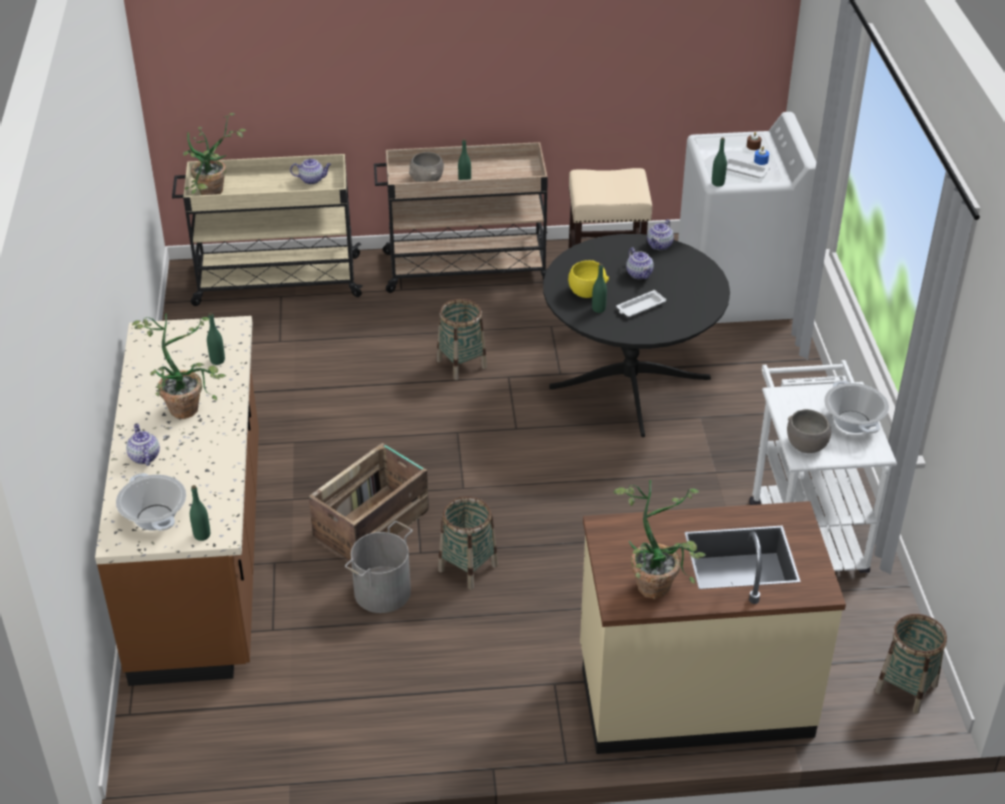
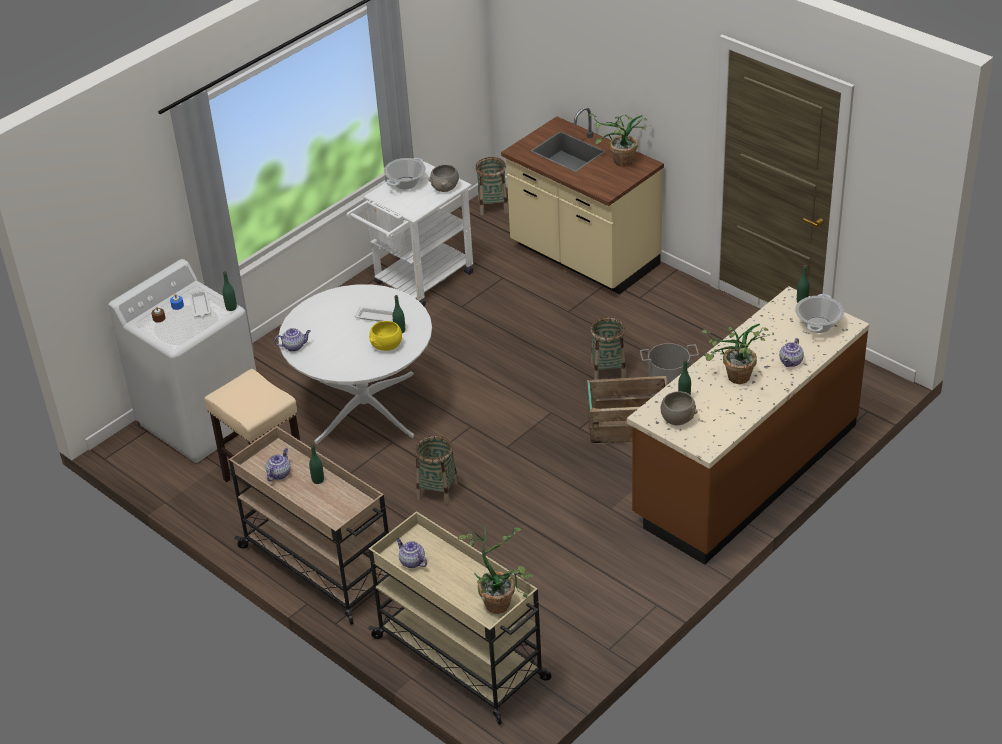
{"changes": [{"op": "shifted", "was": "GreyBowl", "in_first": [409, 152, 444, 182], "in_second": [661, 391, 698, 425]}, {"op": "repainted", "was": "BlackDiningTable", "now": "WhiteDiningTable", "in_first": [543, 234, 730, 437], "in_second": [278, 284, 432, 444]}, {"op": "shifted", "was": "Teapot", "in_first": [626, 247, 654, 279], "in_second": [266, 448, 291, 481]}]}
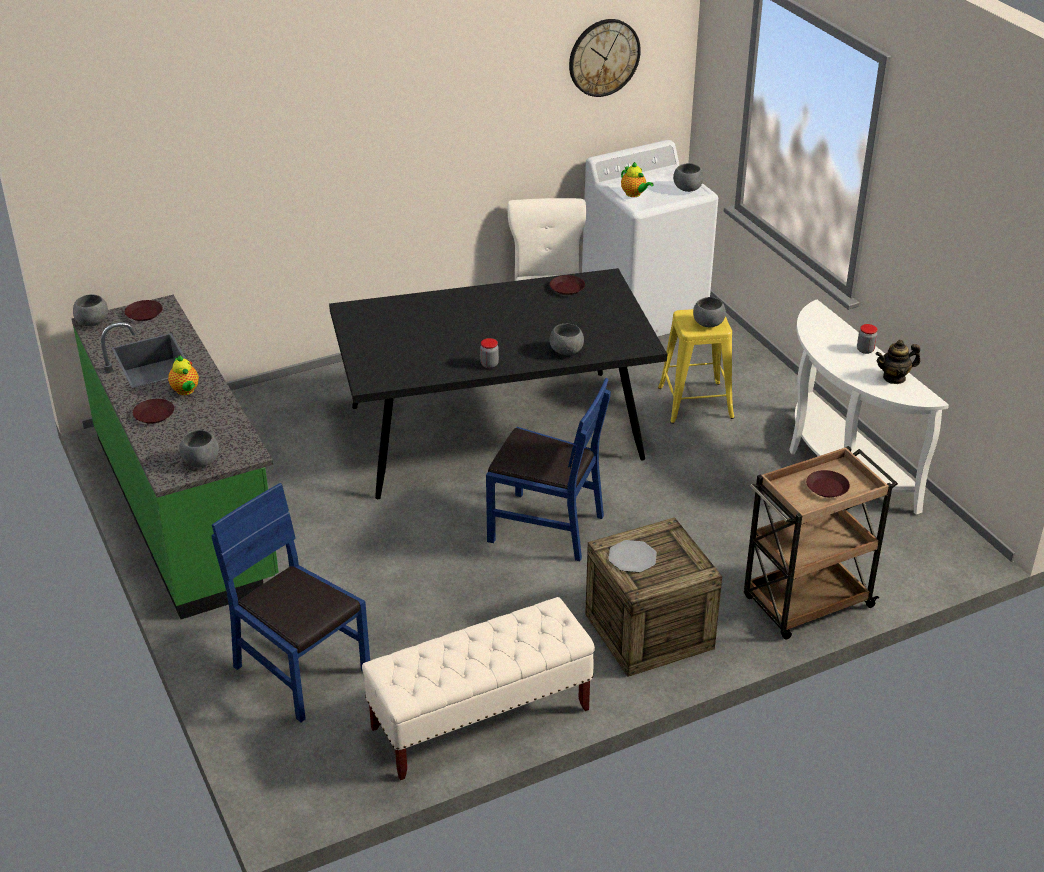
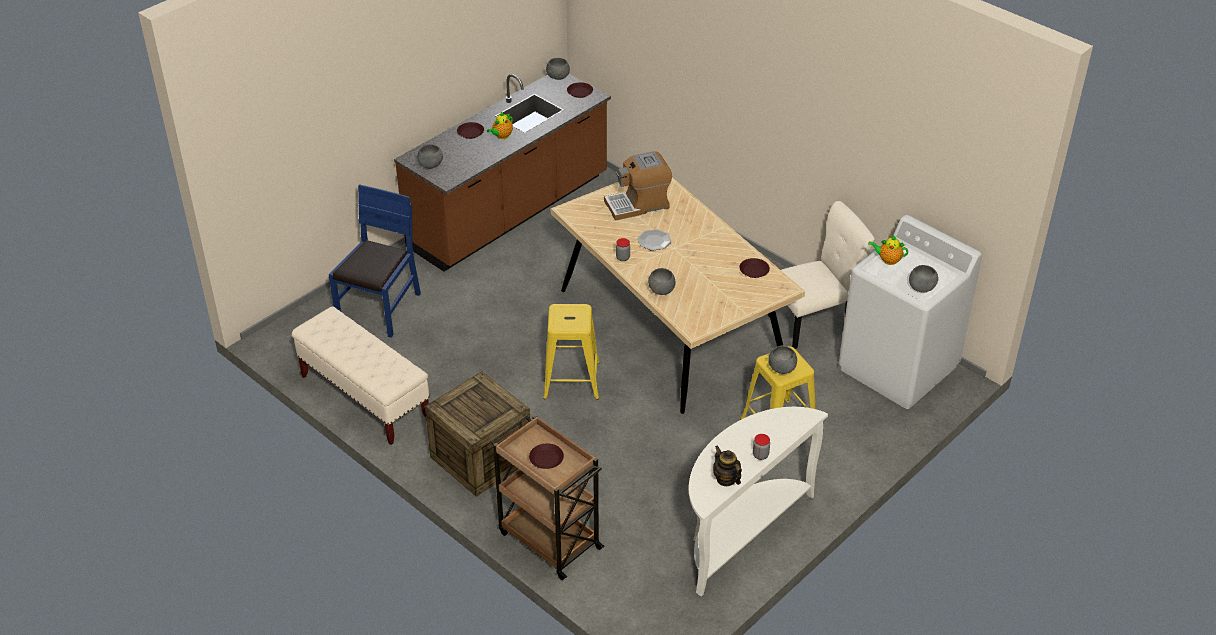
{"changes": [{"op": "gone", "was": "WallClock", "in_first": [569, 19, 641, 97]}, {"op": "rotated", "was": "Teapot", "in_first": [621, 162, 654, 197], "in_second": [868, 235, 908, 265], "clockwise": 75}, {"op": "repainted", "was": "BlackDiningTable", "now": "BeigeDiningTable", "in_first": [329, 268, 667, 499], "in_second": [551, 177, 805, 414]}, {"op": "repainted", "was": "GreenCounter", "now": "BrownCounter", "in_first": [71, 295, 279, 619], "in_second": [394, 74, 611, 272]}, {"op": "swapped", "was": "BlueChair", "now": "YellowStool", "in_first": [486, 378, 611, 561], "in_second": [543, 304, 600, 400]}, {"op": "shifted", "was": "Plate", "in_first": [608, 540, 657, 572], "in_second": [637, 229, 671, 251]}, {"op": "new", "now": "CoffeeMachine", "in_second": [604, 151, 672, 221]}]}
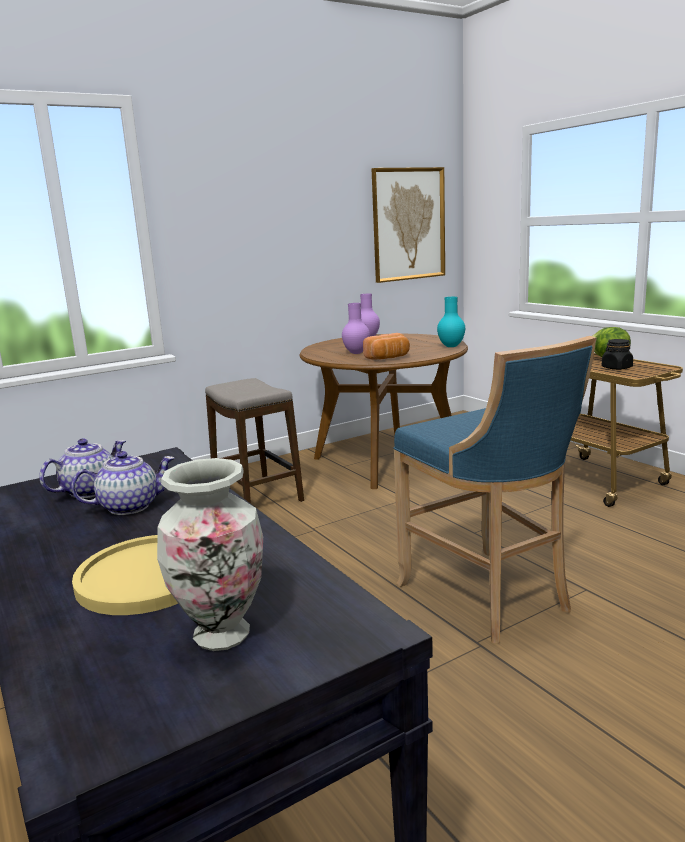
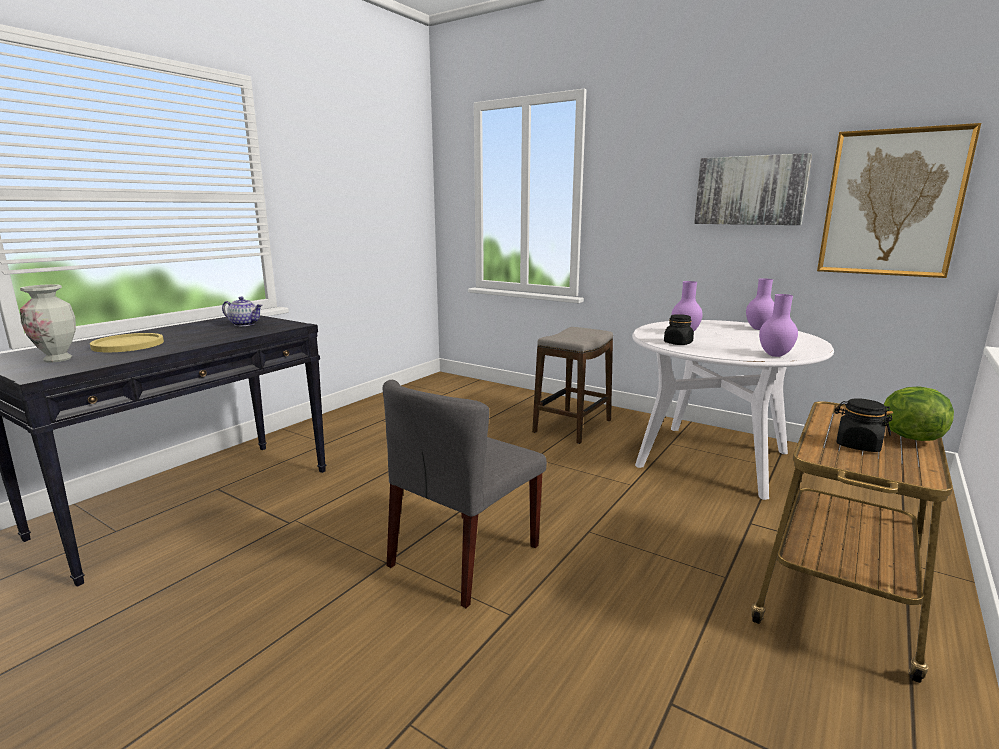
{"changes": [{"op": "repainted", "was": "TurquoiseVase", "now": "PurpleVase", "in_first": [437, 297, 465, 347], "in_second": [759, 294, 798, 357]}, {"op": "swapped", "was": "Bread", "now": "BlackJar", "in_first": [363, 333, 410, 360], "in_second": [664, 314, 694, 345]}, {"op": "repainted", "was": "BrownDiningTable", "now": "WhiteDiningTable", "in_first": [300, 334, 468, 489], "in_second": [632, 320, 834, 500]}, {"op": "swapped", "was": "BlueStool", "now": "GreyChair", "in_first": [393, 336, 597, 643], "in_second": [383, 380, 547, 608]}, {"op": "gone", "was": "Teapot", "in_first": [71, 451, 175, 515]}, {"op": "new", "now": "Picture", "in_second": [694, 153, 812, 225]}]}
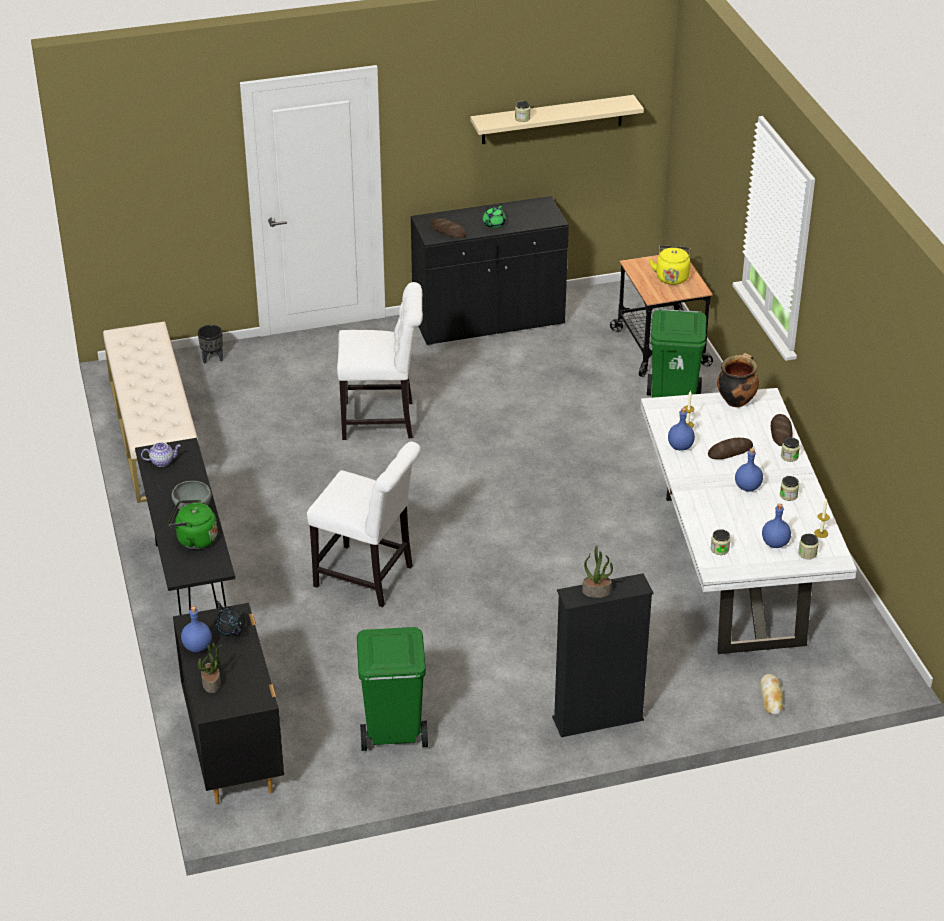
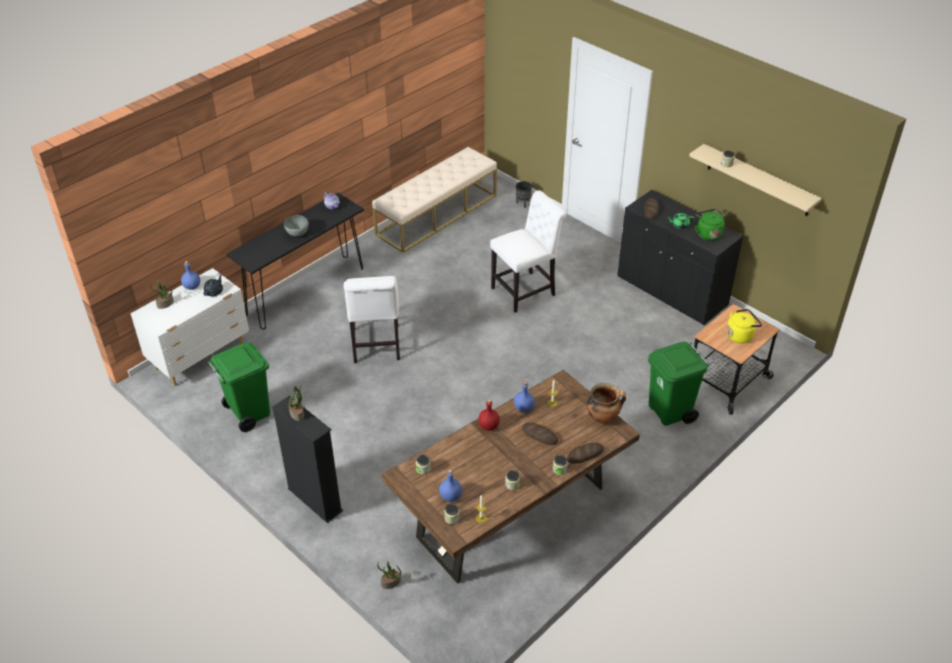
{"changes": [{"op": "rotated", "was": "WhiteChair", "in_first": [337, 282, 423, 440], "in_second": [490, 190, 567, 313], "clockwise": -90}, {"op": "repainted", "was": "WhiteDiningTable", "now": "BrownDiningTable", "in_first": [640, 388, 857, 654], "in_second": [382, 370, 640, 584]}, {"op": "gone", "was": "BlueBottle", "in_first": [735, 448, 763, 492]}, {"op": "shifted", "was": "GreenKettle", "in_first": [168, 499, 217, 549], "in_second": [695, 209, 725, 241]}, {"op": "repainted", "was": "BlackDresser", "now": "WhiteDresser", "in_first": [173, 603, 284, 804], "in_second": [130, 268, 249, 386]}, {"op": "swapped", "was": "Bread", "now": "PottedPlant", "in_first": [760, 674, 783, 715], "in_second": [377, 561, 401, 589]}, {"op": "new", "now": "RedBottle", "in_second": [478, 400, 500, 431]}]}
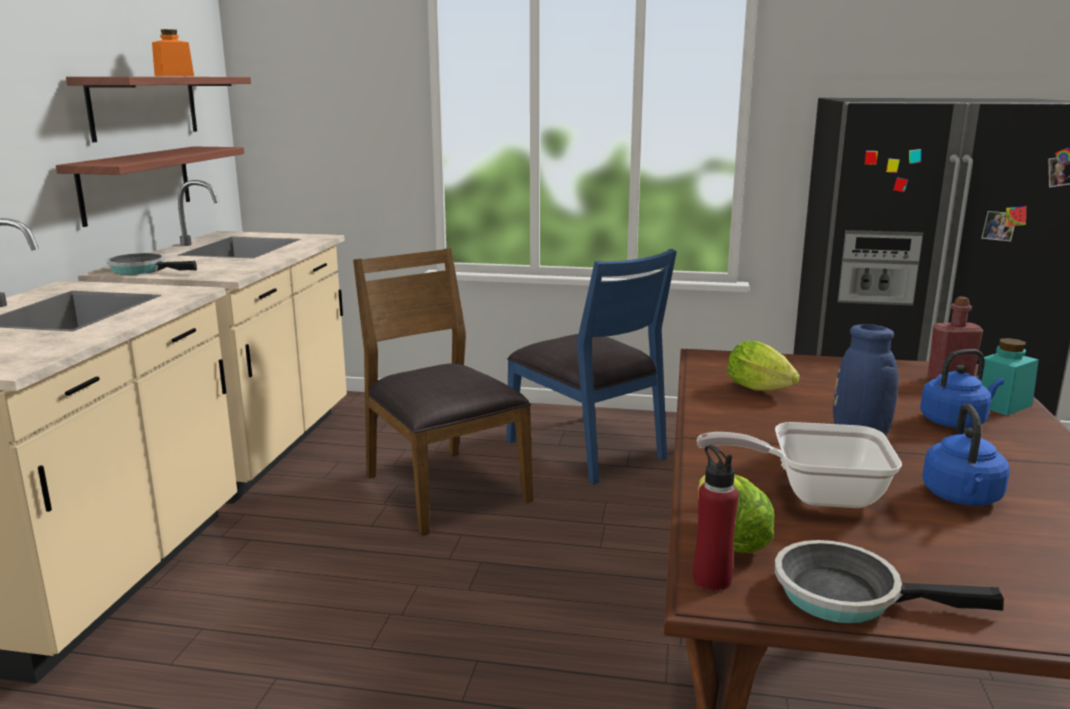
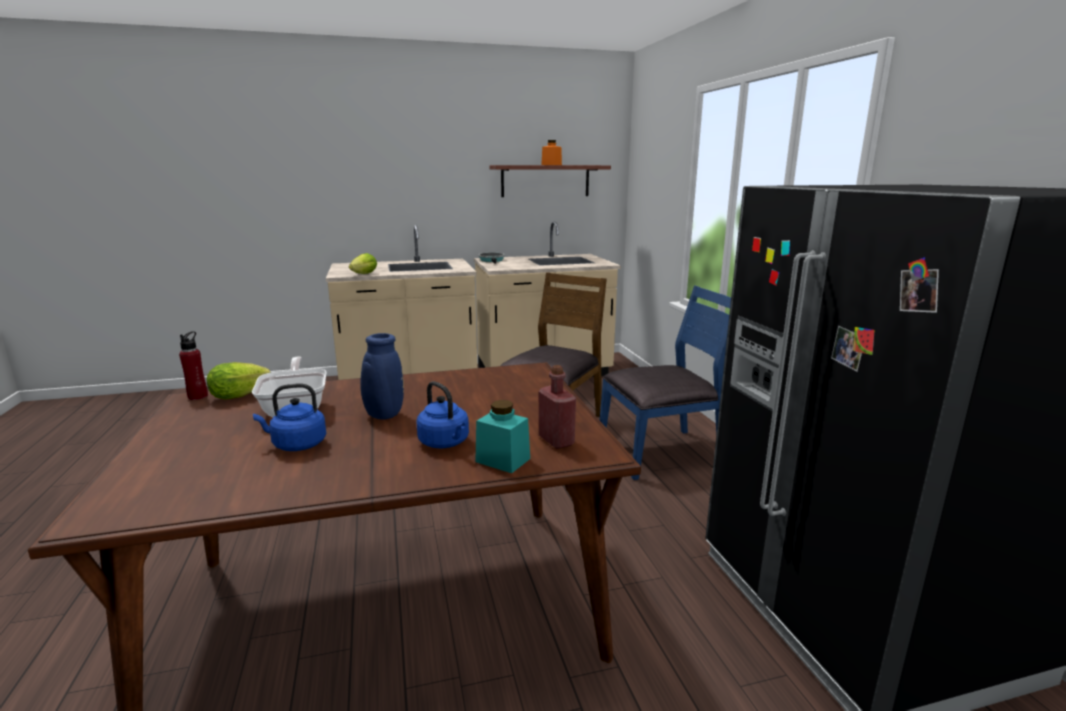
{"changes": [{"op": "gone", "was": "Shelf", "in_first": [56, 147, 244, 227]}, {"op": "rotated", "was": "BlueChair", "in_first": [507, 249, 677, 485], "in_second": [600, 285, 731, 480], "clockwise": -135}, {"op": "shifted", "was": "Lettuce", "in_first": [727, 341, 800, 391], "in_second": [349, 253, 377, 274]}, {"op": "gone", "was": "FryingPan", "in_first": [774, 540, 1004, 624]}]}
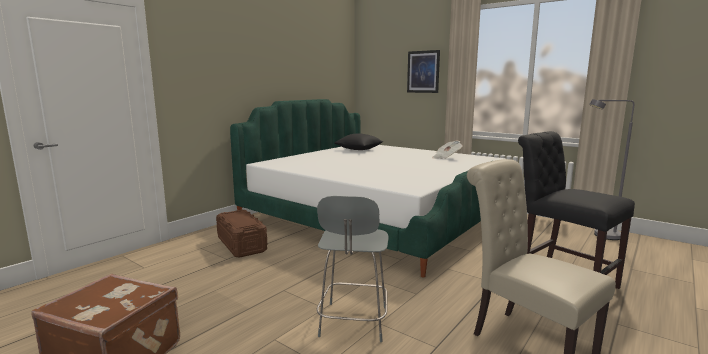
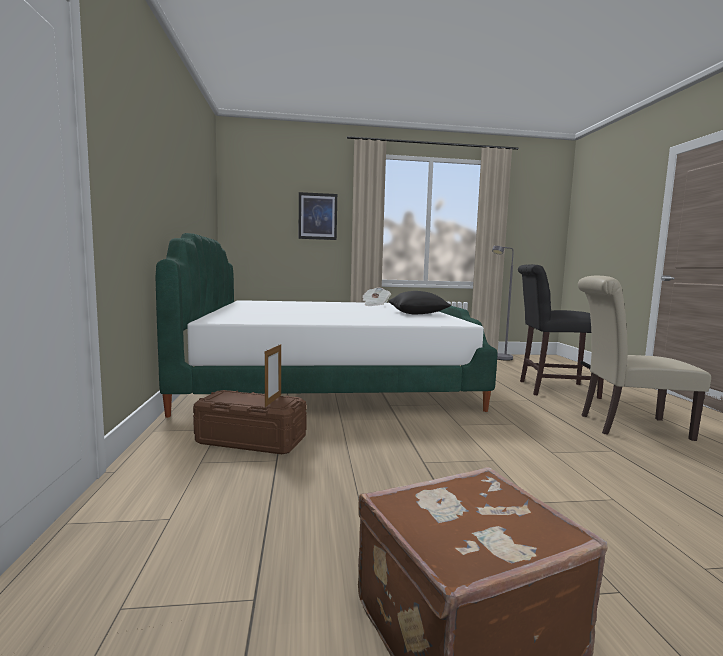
{"changes": [{"op": "shifted", "was": "BlackPillow", "in_first": [334, 133, 383, 150], "in_second": [388, 291, 451, 315]}, {"op": "gone", "was": "GreyChair", "in_first": [317, 196, 389, 342]}, {"op": "new", "now": "PictureFrame", "in_second": [265, 343, 281, 407]}]}
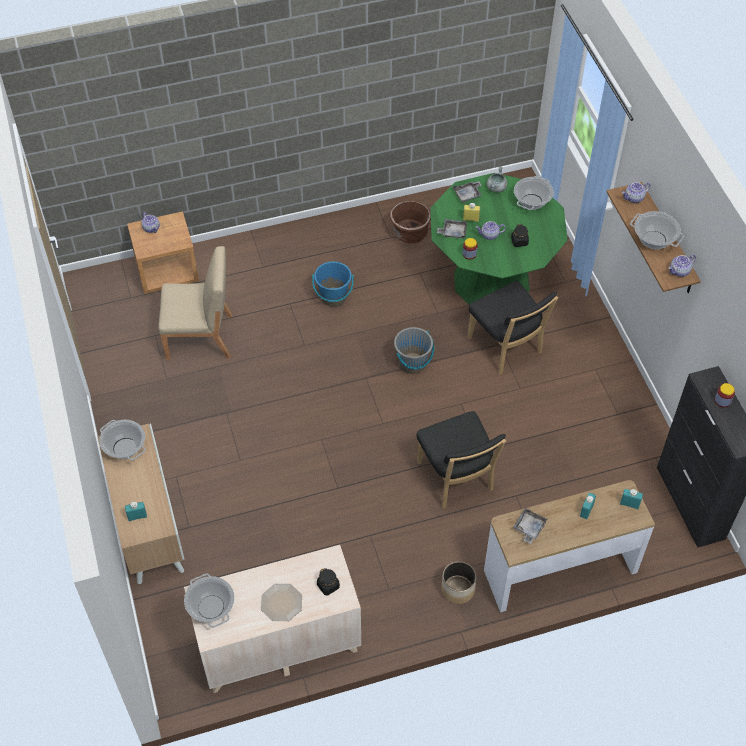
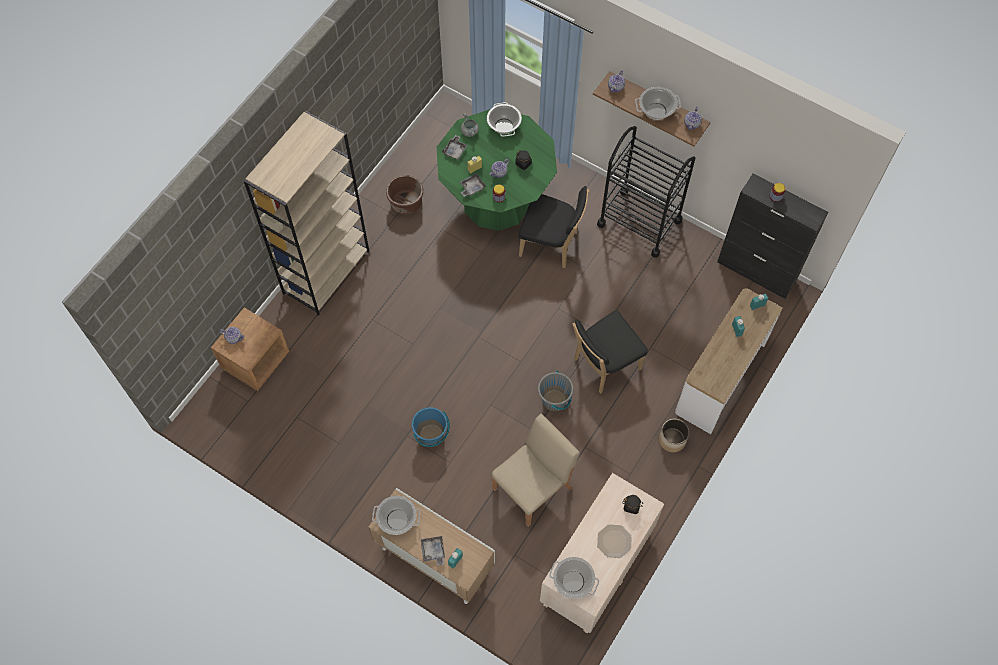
{"changes": [{"op": "shifted", "was": "BeigeChair", "in_first": [158, 246, 232, 360], "in_second": [491, 414, 580, 527]}, {"op": "shifted", "was": "BlueBucket", "in_first": [312, 261, 354, 307], "in_second": [412, 407, 450, 447]}, {"op": "shifted", "was": "GreyBucket", "in_first": [394, 327, 434, 374], "in_second": [538, 371, 573, 412]}, {"op": "rotated", "was": "BlackChair", "in_first": [416, 411, 506, 509], "in_second": [572, 310, 648, 393], "clockwise": 120}, {"op": "shifted", "was": "GreyTray", "in_first": [513, 508, 547, 544], "in_second": [421, 536, 445, 566]}, {"op": "new", "now": "BeigeBookcase", "in_second": [244, 111, 370, 316]}, {"op": "new", "now": "BlackCart", "in_second": [597, 126, 695, 258]}]}
